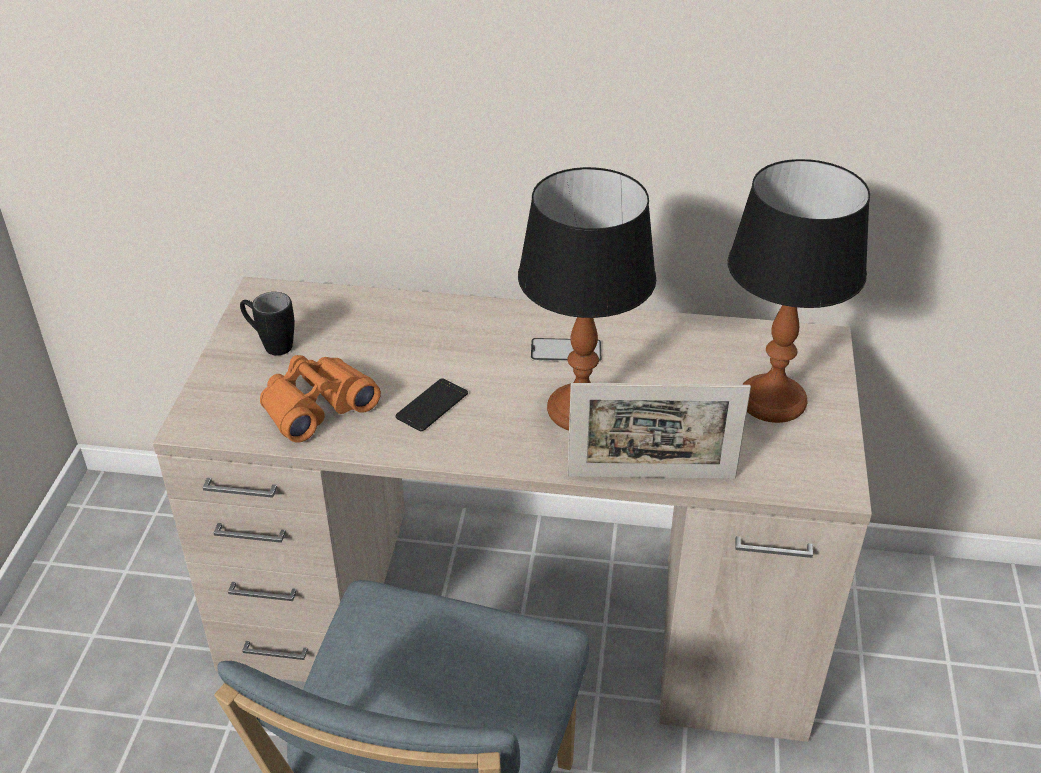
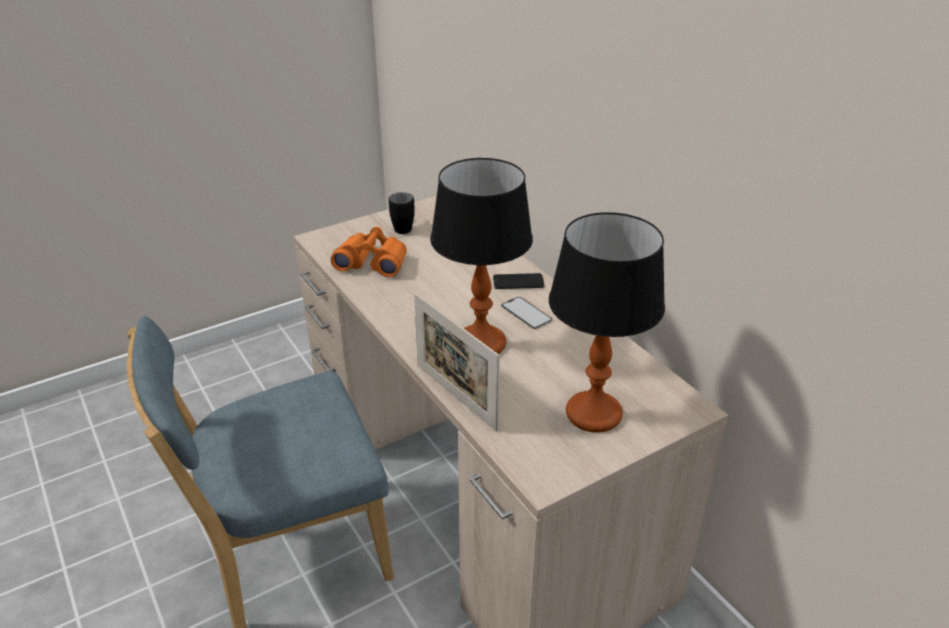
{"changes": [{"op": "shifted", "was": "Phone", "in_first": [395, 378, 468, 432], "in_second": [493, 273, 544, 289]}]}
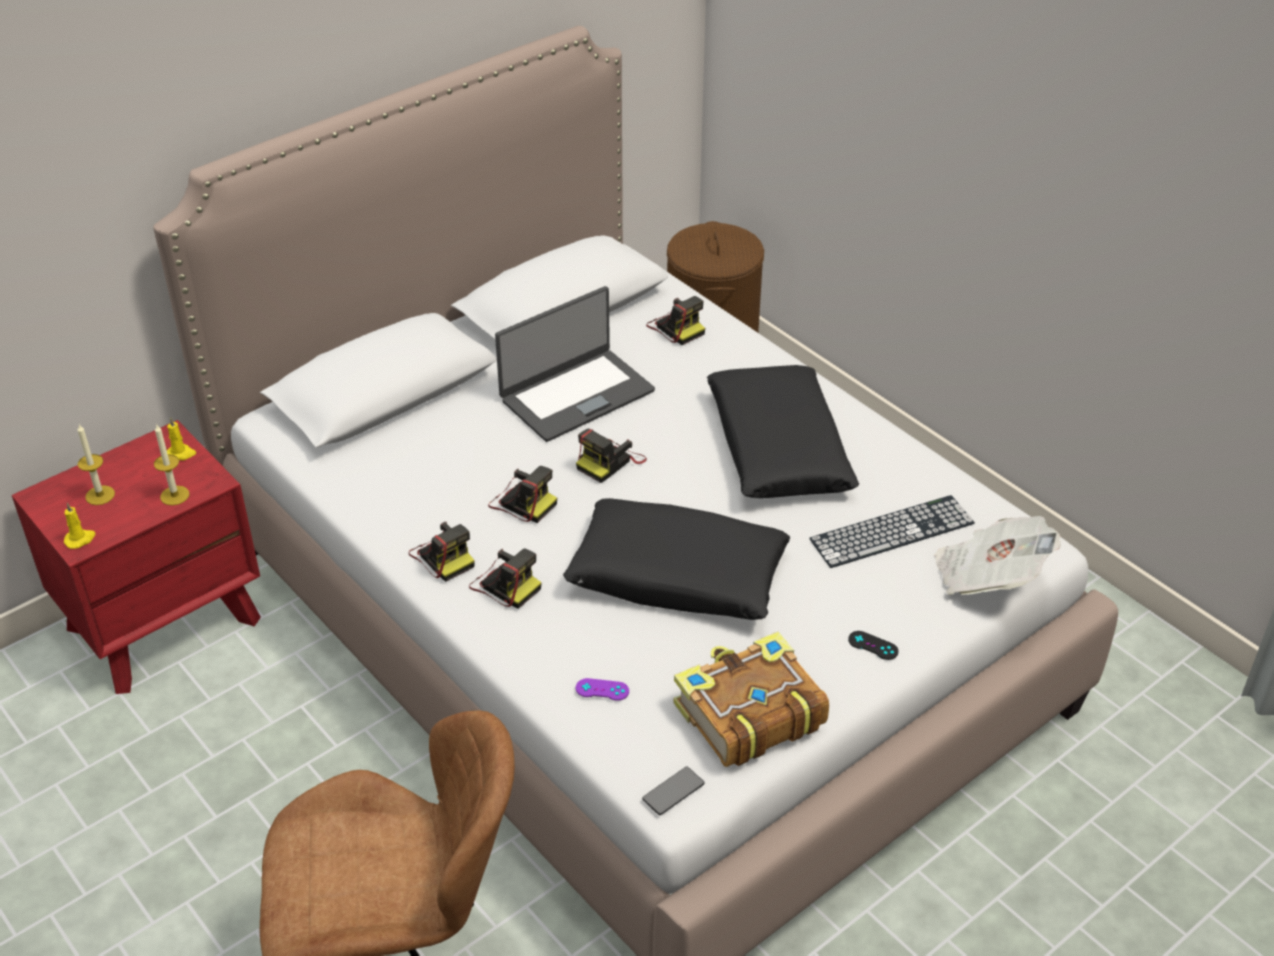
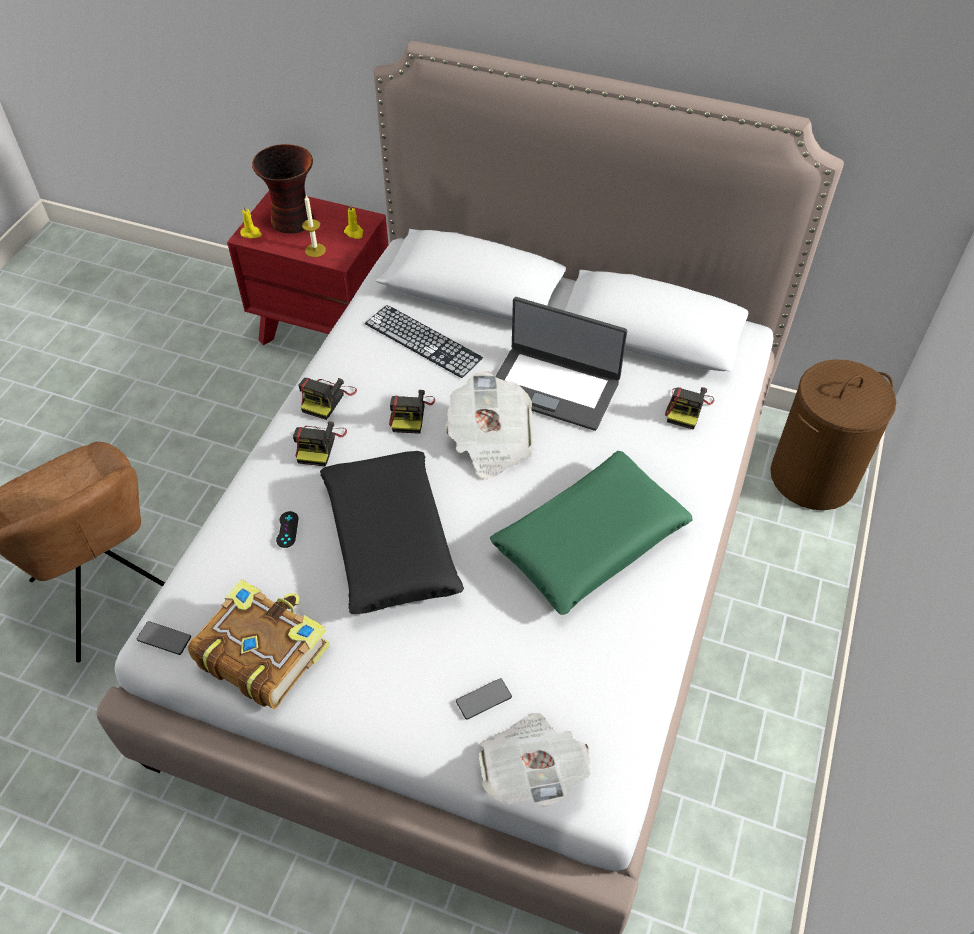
{"changes": [{"op": "repainted", "was": "BlackPillow", "now": "GreenPillow", "in_first": [707, 365, 859, 498], "in_second": [490, 451, 693, 615]}, {"op": "swapped", "was": "Candle", "now": "Vase", "in_first": [77, 425, 115, 505], "in_second": [252, 144, 314, 234]}, {"op": "swapped", "was": "PhotoCamera", "now": "Newspaper", "in_first": [576, 428, 647, 483], "in_second": [445, 371, 533, 480]}, {"op": "shifted", "was": "Keyboard", "in_first": [809, 495, 975, 568], "in_second": [365, 305, 483, 378]}, {"op": "shifted", "was": "BlackGameController", "in_first": [848, 631, 899, 660], "in_second": [276, 511, 299, 548]}, {"op": "gone", "was": "PurpleGameController", "in_first": [576, 678, 629, 701]}, {"op": "new", "now": "Phone", "in_second": [456, 678, 512, 720]}]}
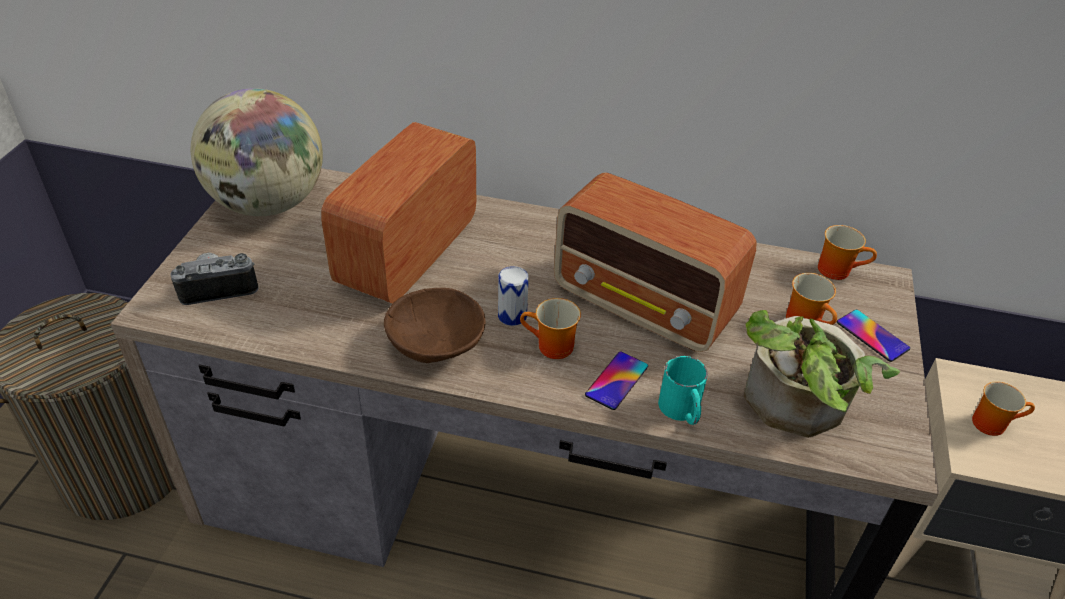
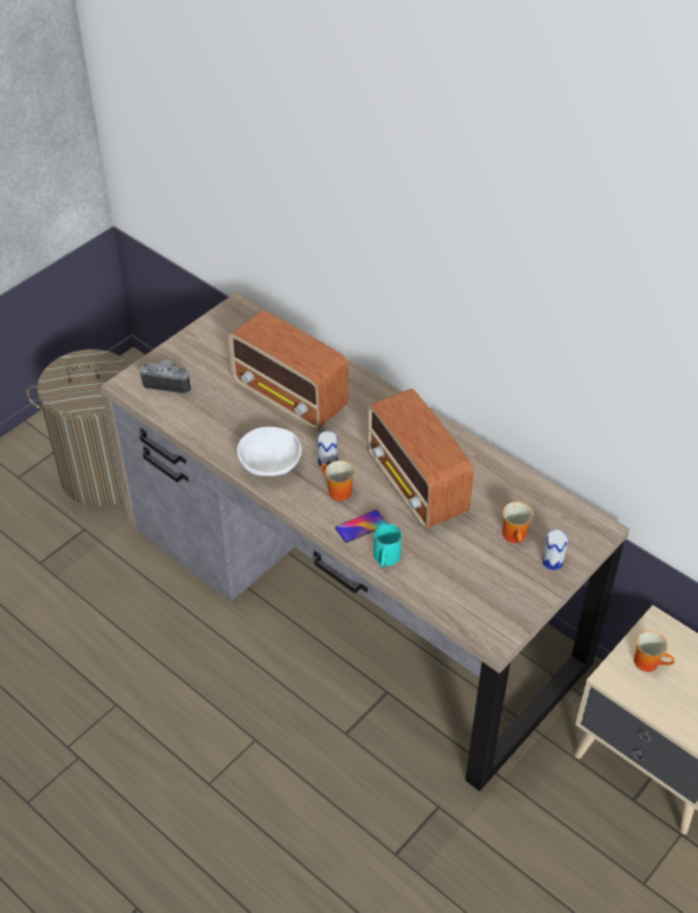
{"changes": [{"op": "gone", "was": "Globe", "in_first": [191, 88, 323, 216]}, {"op": "rotated", "was": "Radio", "in_first": [321, 122, 476, 303], "in_second": [228, 310, 349, 430], "clockwise": -105}, {"op": "gone", "was": "Mug", "in_first": [818, 225, 877, 280]}, {"op": "repainted", "was": "BrownBowl", "now": "WhiteBowl", "in_first": [384, 288, 486, 363], "in_second": [237, 427, 302, 476]}, {"op": "gone", "was": "PottedPlant", "in_first": [744, 310, 900, 438]}, {"op": "swapped", "was": "Phone", "now": "Can", "in_first": [837, 310, 910, 362], "in_second": [542, 529, 568, 570]}]}
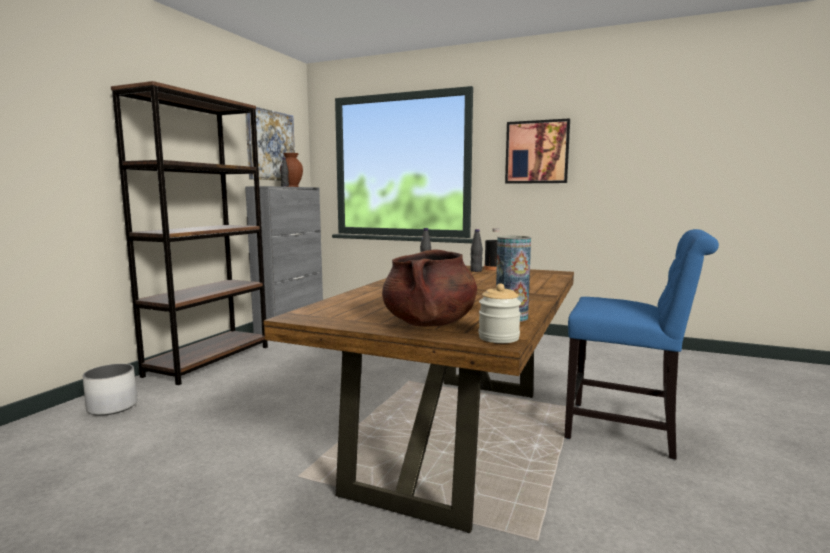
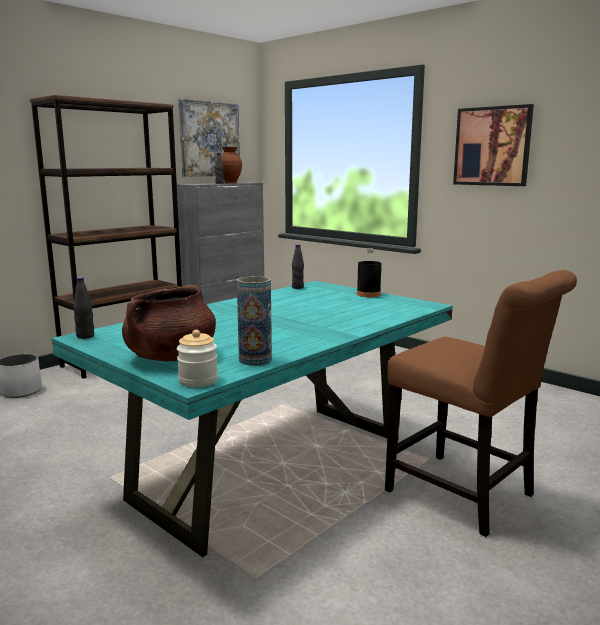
{"changes": [{"op": "shifted", "was": "BlackBottle", "in_first": [470, 229, 483, 272], "in_second": [73, 277, 94, 339]}, {"op": "repainted", "was": "BlueChair", "now": "BrownChair", "in_first": [564, 229, 719, 459], "in_second": [385, 270, 577, 537]}, {"op": "repainted", "was": "BrownDiningTable", "now": "TurquoiseDiningTable", "in_first": [263, 266, 574, 533], "in_second": [51, 281, 453, 557]}]}
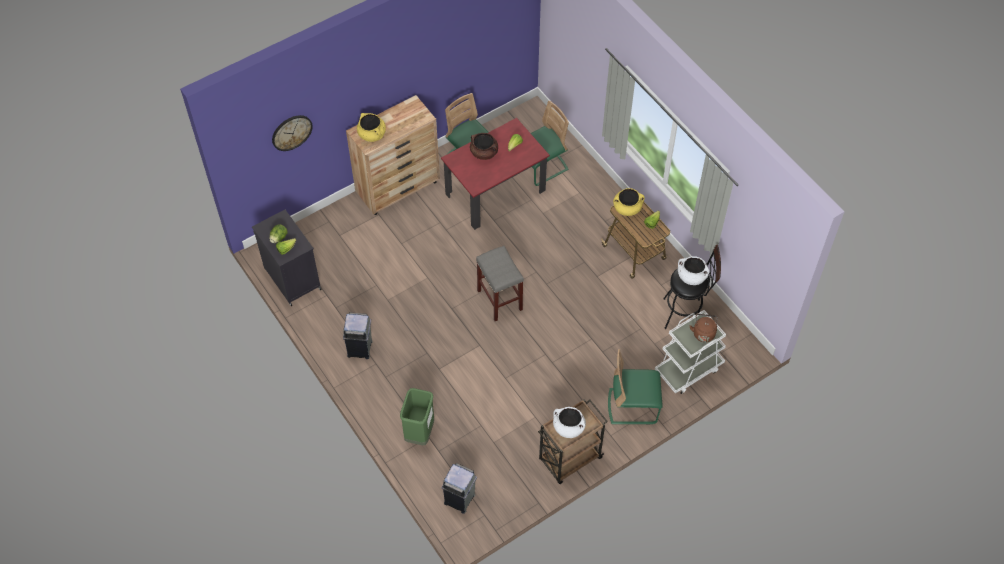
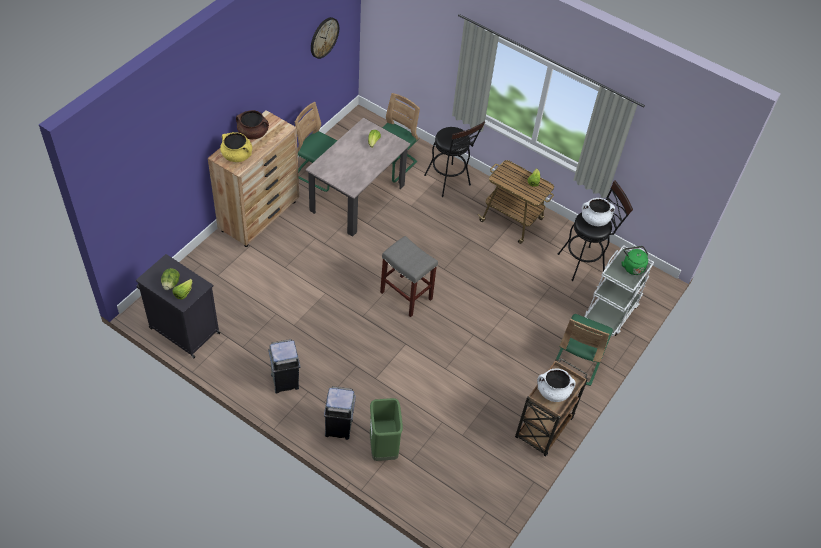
{"changes": [{"op": "shifted", "was": "WallClock", "in_first": [272, 115, 313, 151], "in_second": [311, 17, 339, 59]}, {"op": "repainted", "was": "RedDiningTable", "now": "BeigeDiningTable", "in_first": [441, 118, 550, 230], "in_second": [306, 118, 411, 237]}, {"op": "shifted", "was": "BrownCookingPot", "in_first": [470, 133, 498, 160], "in_second": [236, 110, 269, 139]}, {"op": "gone", "was": "YellowCookingPot", "in_first": [613, 188, 645, 216]}, {"op": "repainted", "was": "BrownKettle", "now": "GreenKettle", "in_first": [689, 314, 718, 342], "in_second": [621, 246, 648, 275]}, {"op": "rotated", "was": "GreenChair", "in_first": [608, 349, 663, 424], "in_second": [556, 314, 613, 386], "clockwise": -45}, {"op": "shifted", "was": "GreyTrashCan", "in_first": [442, 463, 477, 514], "in_second": [324, 386, 356, 440]}, {"op": "new", "now": "BlackStool", "in_second": [424, 121, 485, 197]}]}
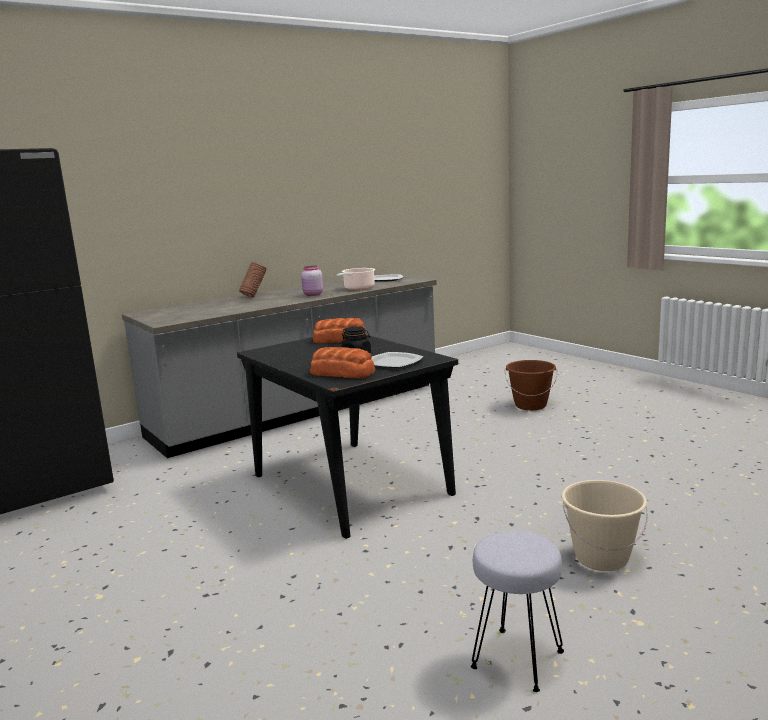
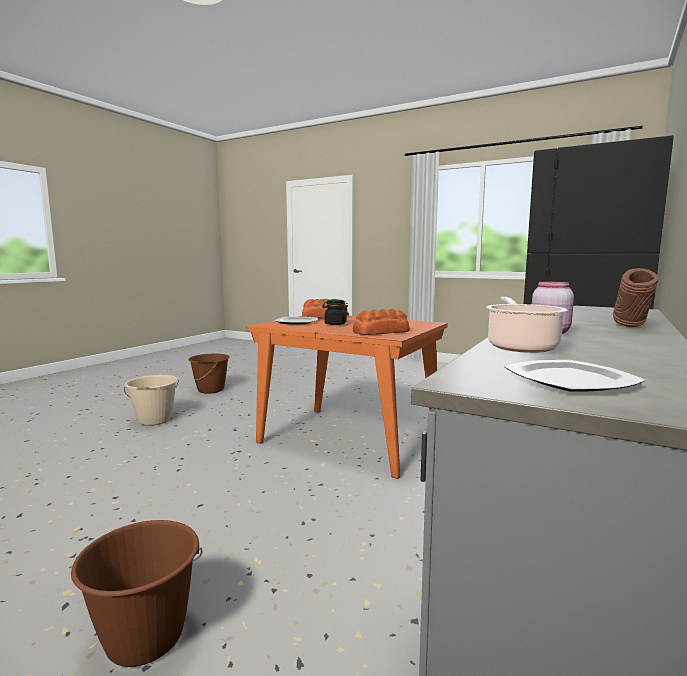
{"changes": [{"op": "repainted", "was": "BlackDiningTable", "now": "OrangeDiningTable", "in_first": [237, 335, 458, 539], "in_second": [247, 316, 448, 479]}, {"op": "swapped", "was": "GreyStool", "now": "BrownBucket", "in_first": [471, 531, 564, 692], "in_second": [188, 354, 230, 394]}]}
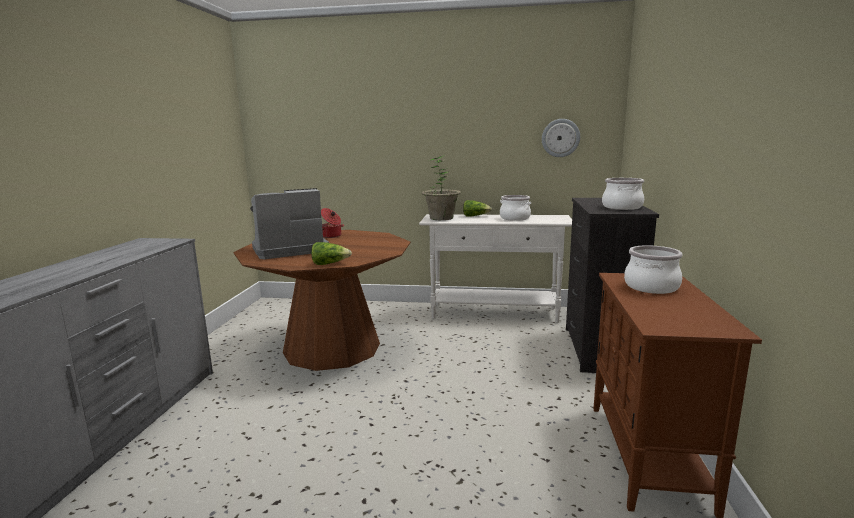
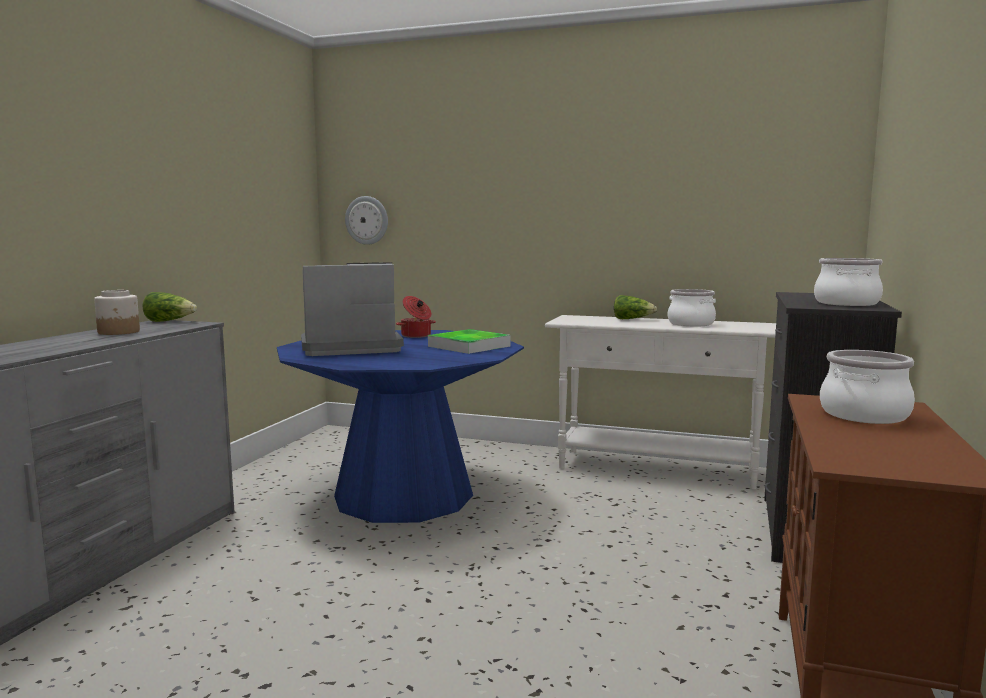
{"changes": [{"op": "shifted", "was": "WallClock", "in_first": [542, 119, 580, 157], "in_second": [345, 196, 388, 245]}, {"op": "gone", "was": "PottedPlant", "in_first": [421, 155, 461, 220]}, {"op": "repainted", "was": "BrownDiningTable", "now": "BlueDiningTable", "in_first": [233, 230, 411, 371], "in_second": [277, 330, 524, 523]}, {"op": "shifted", "was": "Lettuce", "in_first": [311, 242, 352, 265], "in_second": [142, 292, 197, 322]}, {"op": "new", "now": "Jar", "in_second": [94, 290, 140, 335]}, {"op": "new", "now": "Tray", "in_second": [428, 329, 511, 354]}]}
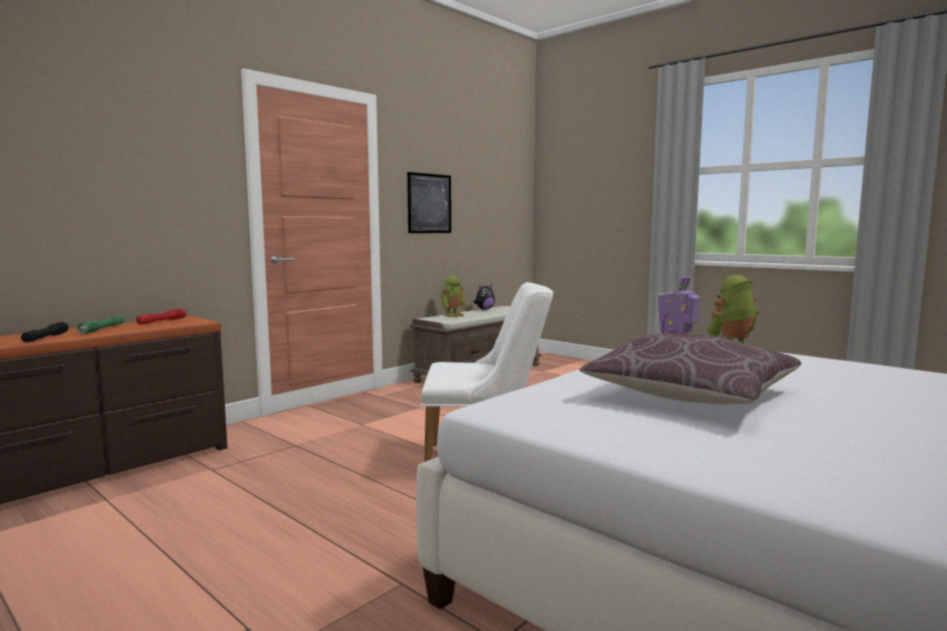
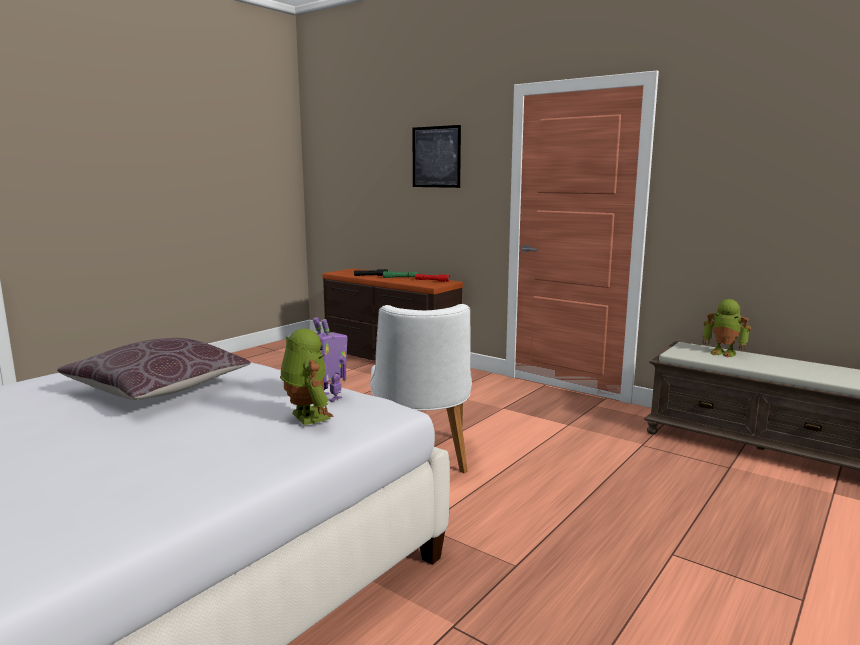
{"changes": [{"op": "shifted", "was": "Picture", "in_first": [407, 172, 451, 233], "in_second": [412, 125, 461, 188]}, {"op": "gone", "was": "PlushToy", "in_first": [474, 284, 495, 310]}]}
